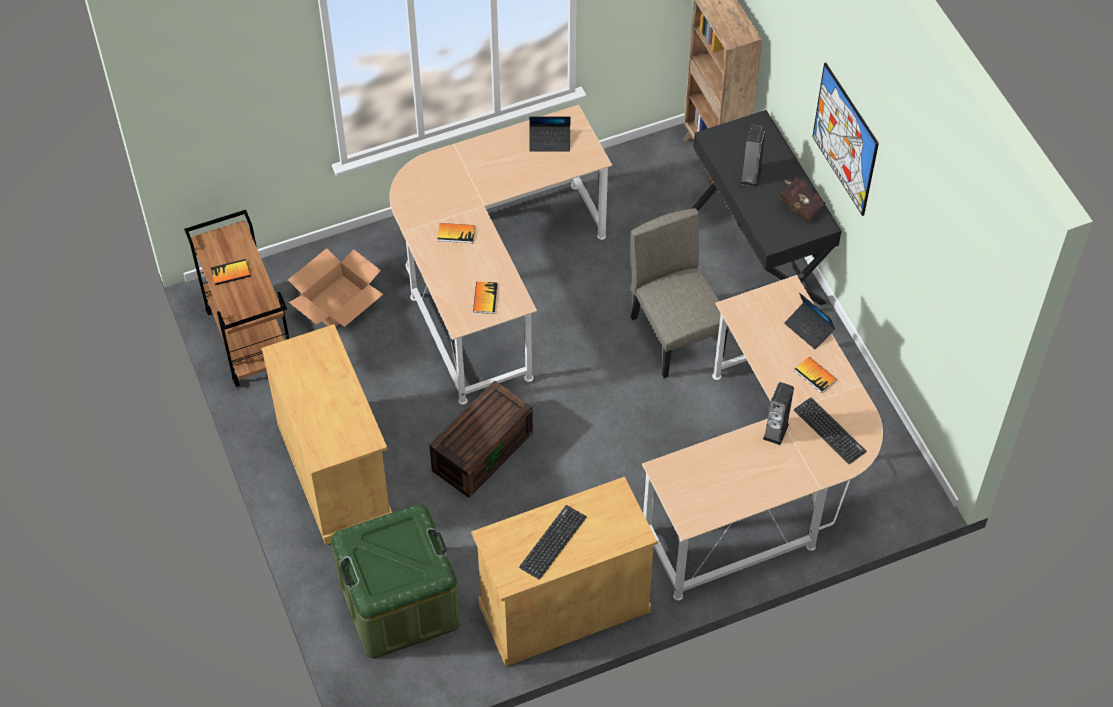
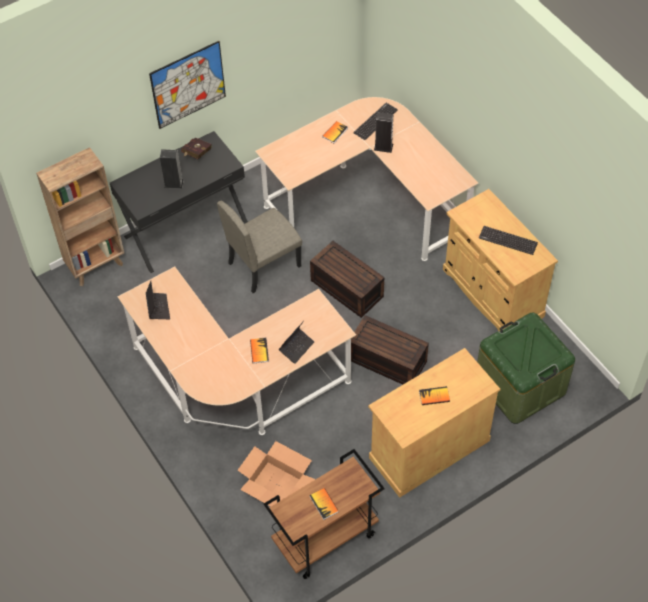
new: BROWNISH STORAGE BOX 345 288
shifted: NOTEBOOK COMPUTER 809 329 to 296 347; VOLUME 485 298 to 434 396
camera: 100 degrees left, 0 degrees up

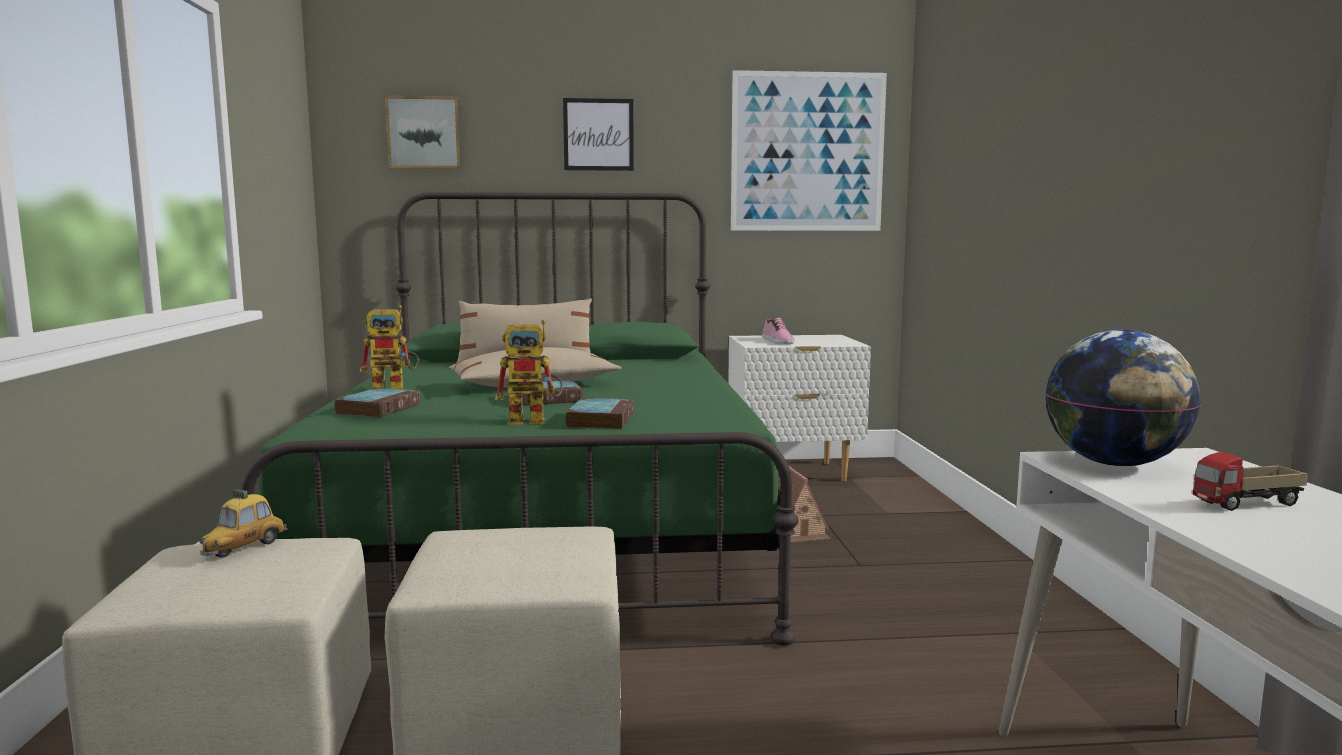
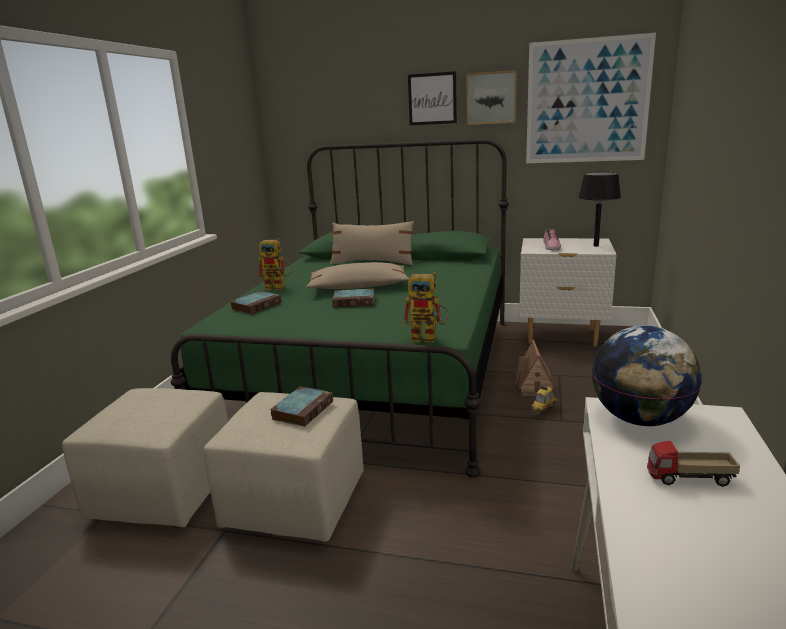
new: BLACKISH TABLETOP LAMP 596 246
shifted: VOLUME 600 420 to 303 409; ROBOT FIGURE 535 420 to 429 338; PICTURE 424 133 to 491 98; MODEL CAR 244 548 to 543 409
camera: 20 degrees right, 10 degrees up

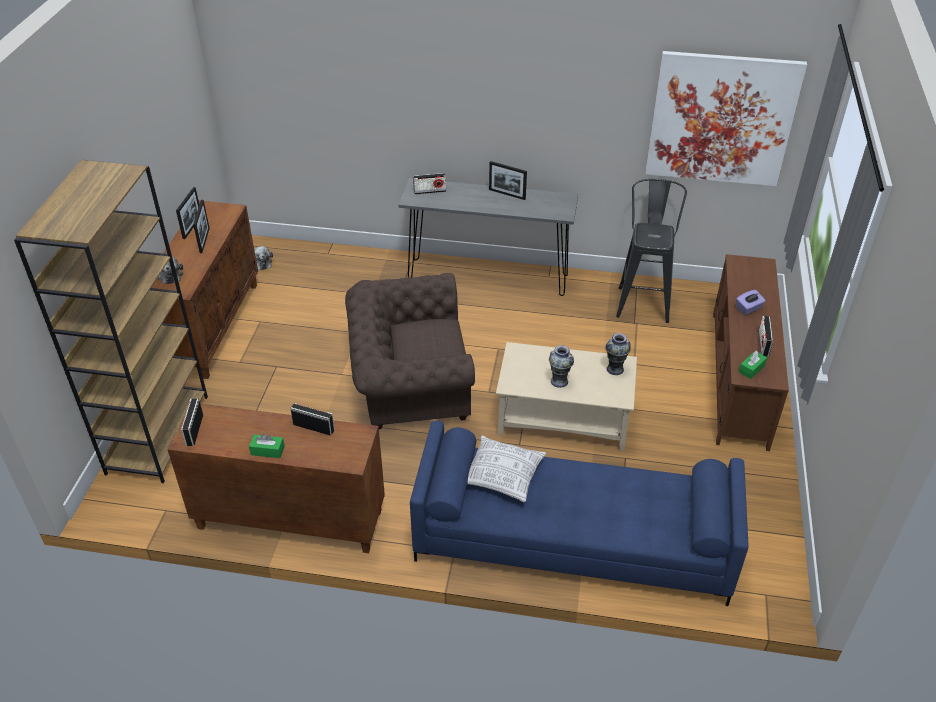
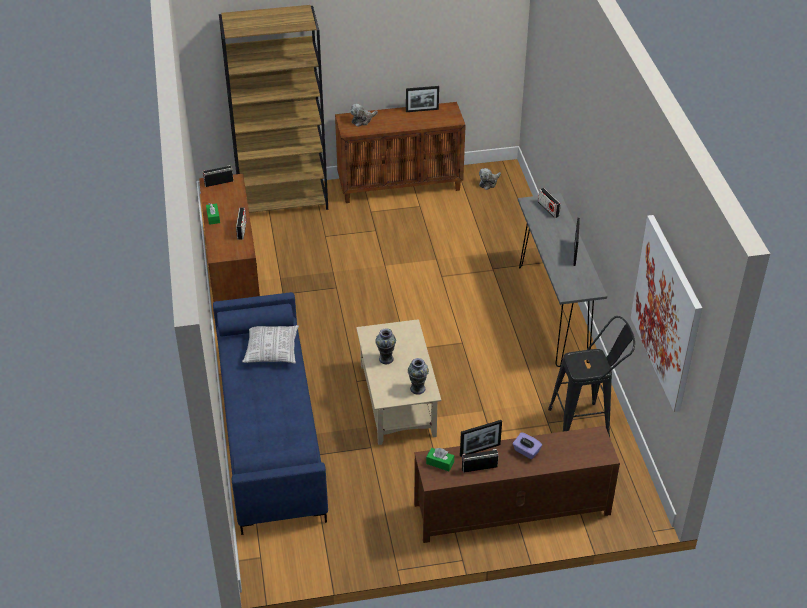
gone: BROWNISH ARMCHAIR 410 387
shifted: STANDING FRAME 204 240 to 480 450
camera: 70 degrees right, 0 degrees up

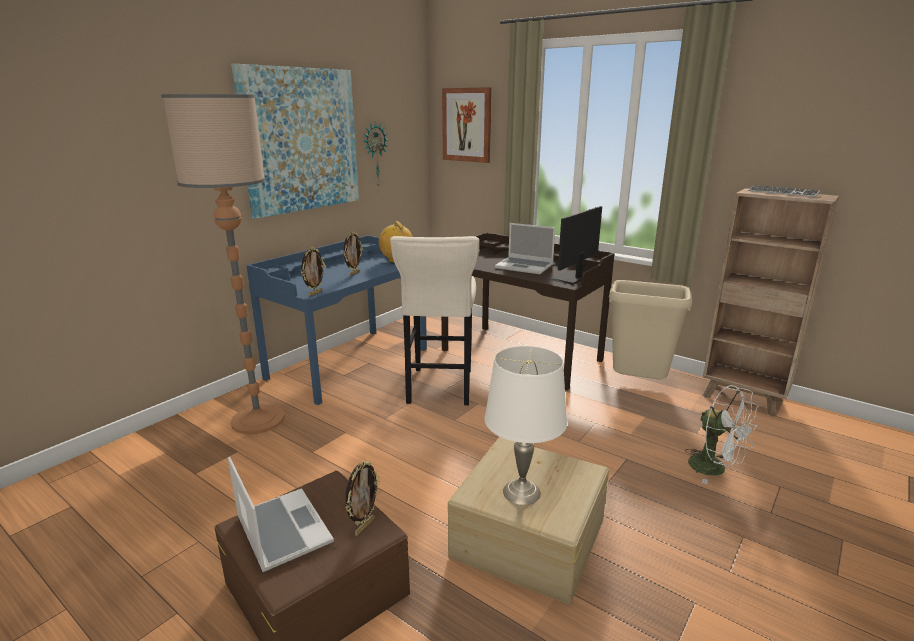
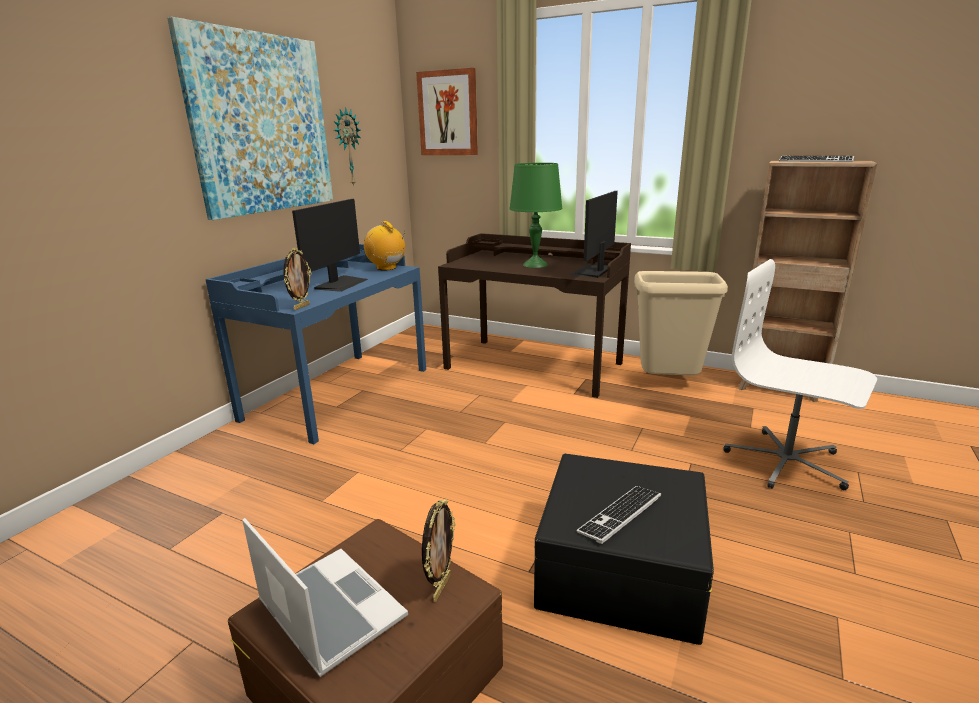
gone: FLOOR LAMP 257 420; SAND-COLOURED STOOL SEAT 439 389
swapped: STANDING FRAME 354 273 to COMPUTER SCREEN 341 283; NOTEBOOK COMPUTER 525 266 to GREENISH TABLETOP LAMP 535 265; WHITE TABLETOP LAMP 521 492 to KEYBOARD 620 515; WHITE FAN 715 469 to WHITE DESK CHAIR 786 462
repainted: SAND-COLOURED STORAGE BOX 527 538 to BLACKISH STORAGE BOX 620 569
camera: 10 degrees left, 0 degrees up

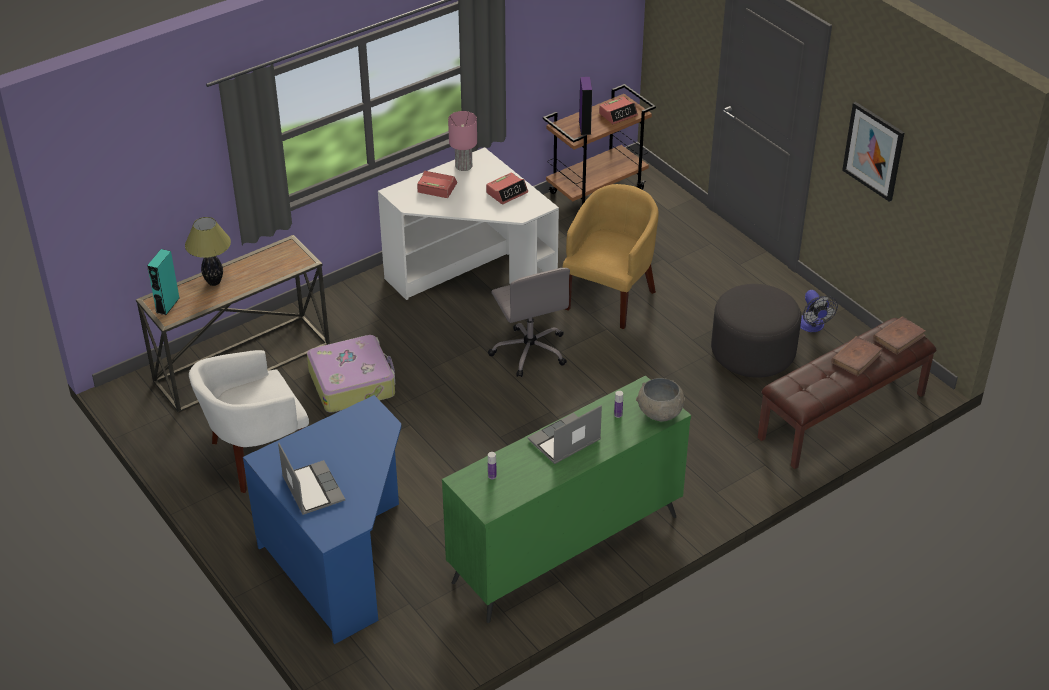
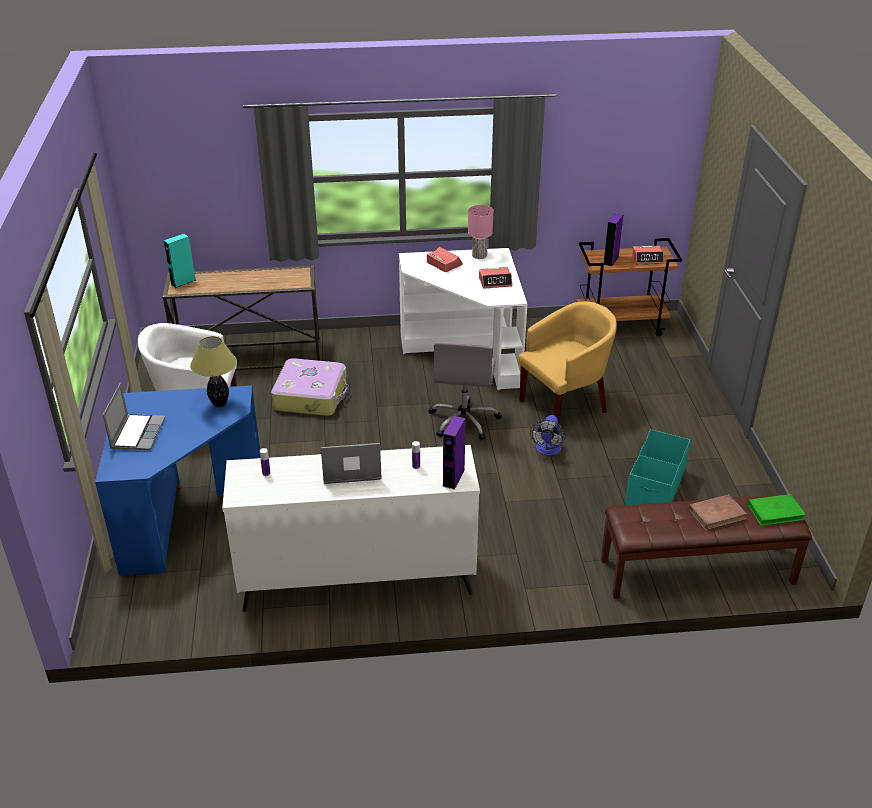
gone: PICTURE 874 151
shifted: TABLETOP LAMP 214 282 to 220 404; FAN 812 326 to 547 450
swapped: GRAY SERVING BOWL 659 412 to PURPLE LOUDSPEAKER 453 478; GRAY OTTOMAN 753 352 to BLUE-GREEN STORAGE BOX 654 488
repainted: GREENISH DRAWER CHEST 564 548 to WHITE DRAWER CHEST 356 580; BROWNISH VOLUME 899 337 to GREENISH VOLUME 775 512
camera: 30 degrees right, 5 degrees down

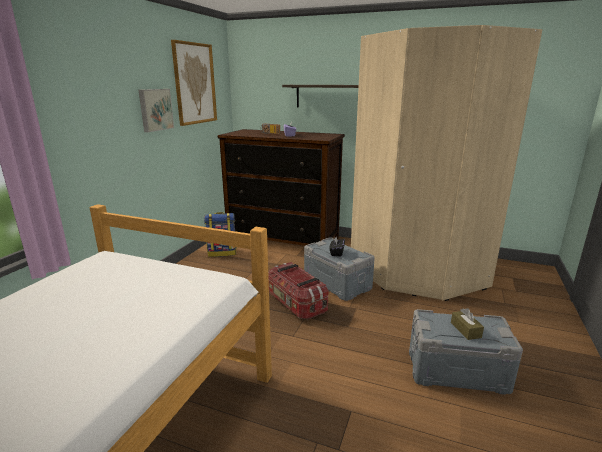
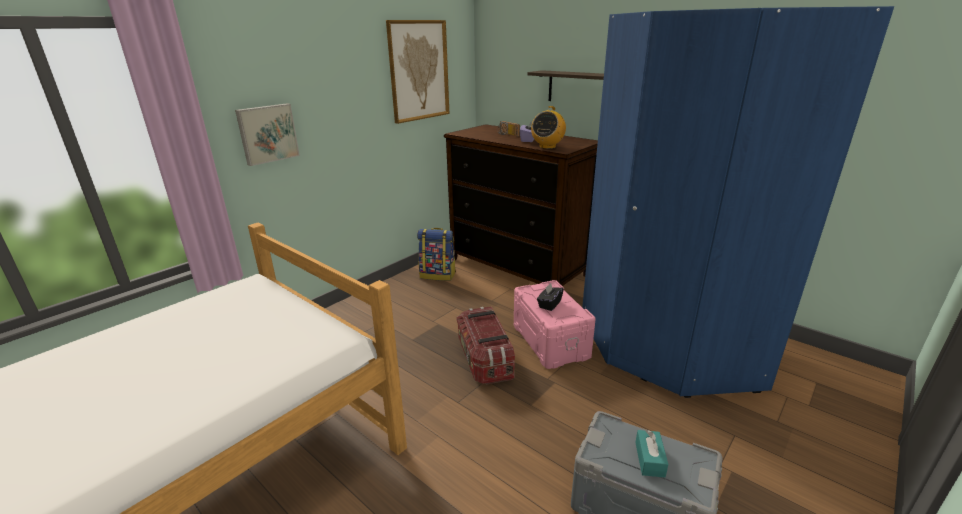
new: RADIO RECEIVER 547 147
shifted: PICTURE 155 109 to 267 133
repainted: GRAY STORAGE BOX 336 283 to PINKISH STORAGE BOX 549 341; SAND-COLOURED ARMOIRE 417 274 to BLUISH ARMOIRE 667 348; BROWNISH BOX OF TISSUES 465 330 to BLUE-GREEN BOX OF TISSUES 649 459
camera: 20 degrees right, 5 degrees up

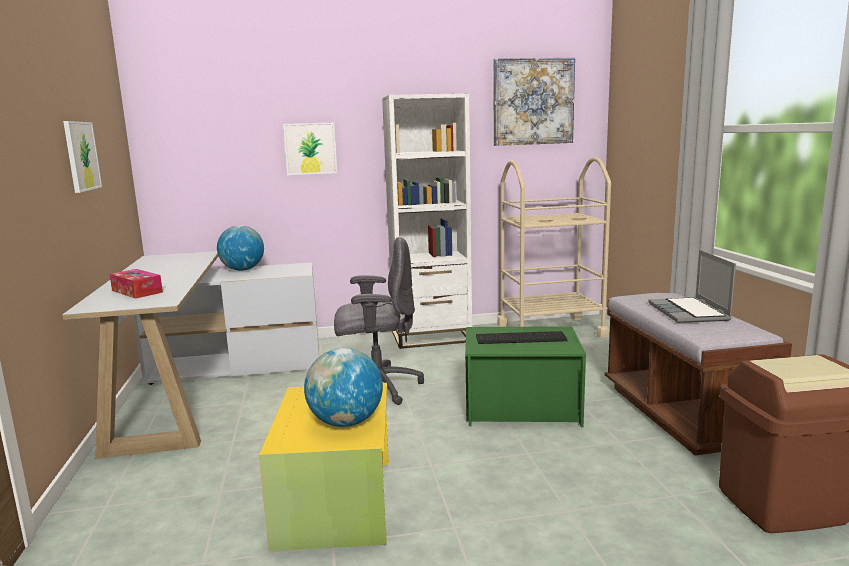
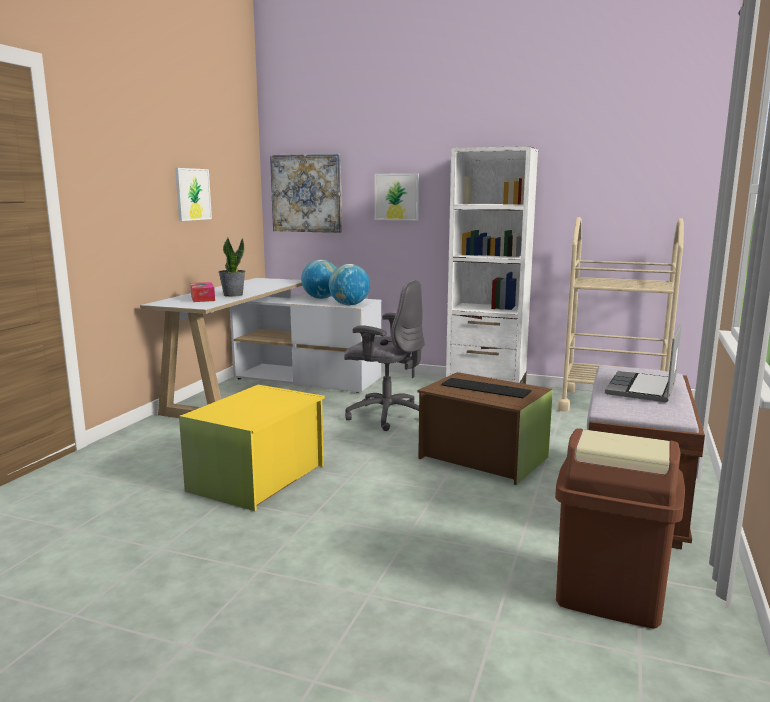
new: POTTED PLANT 233 295
shifted: PICTURE 533 102 to 306 193; WORLD GLOBE 345 422 to 349 305
repainted: GREENISH STORAGE BOX 521 407 to BROWNISH STORAGE BOX 483 457
camera: 30 degrees right, 0 degrees up

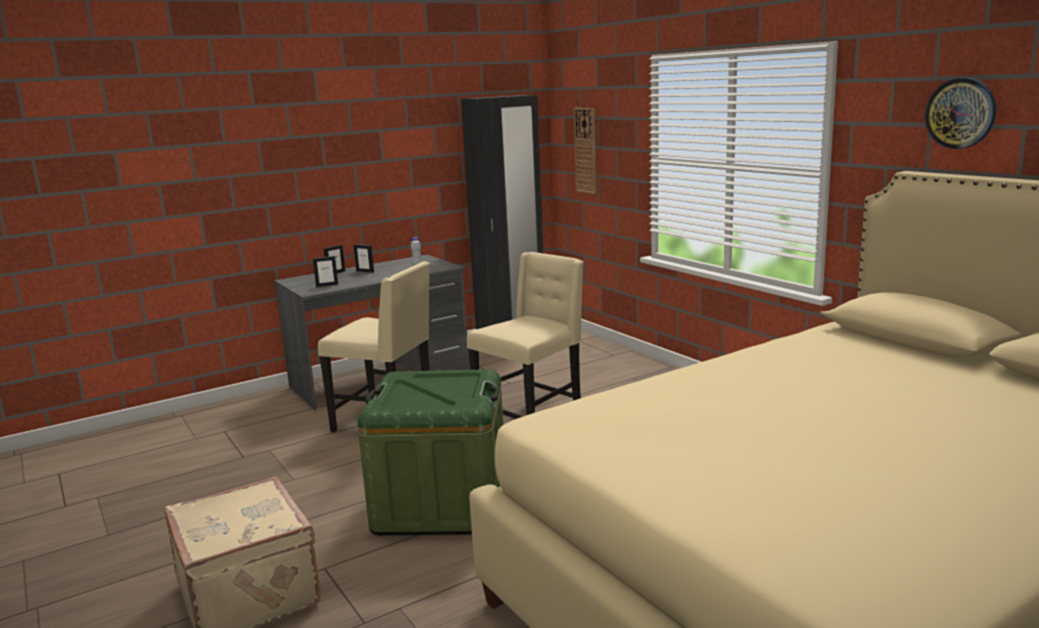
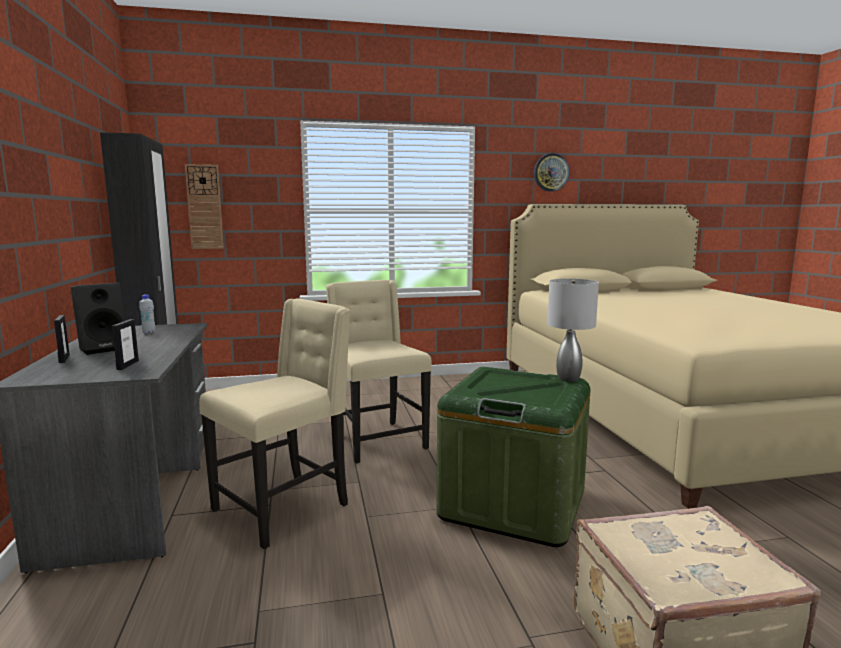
new: GRAY TABLETOP LAMP 568 378
swapped: STANDING FRAME 365 271 to BLACKISH LOUDSPEAKER 104 348
camera: 70 degrees left, 5 degrees down

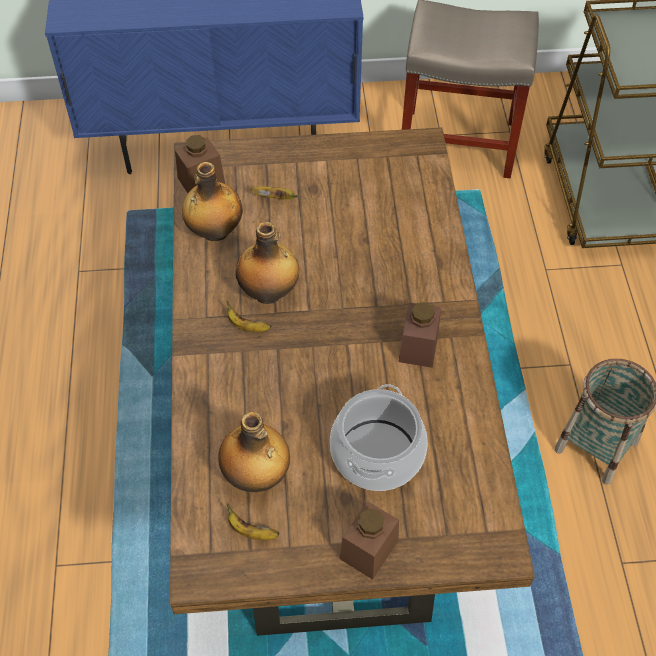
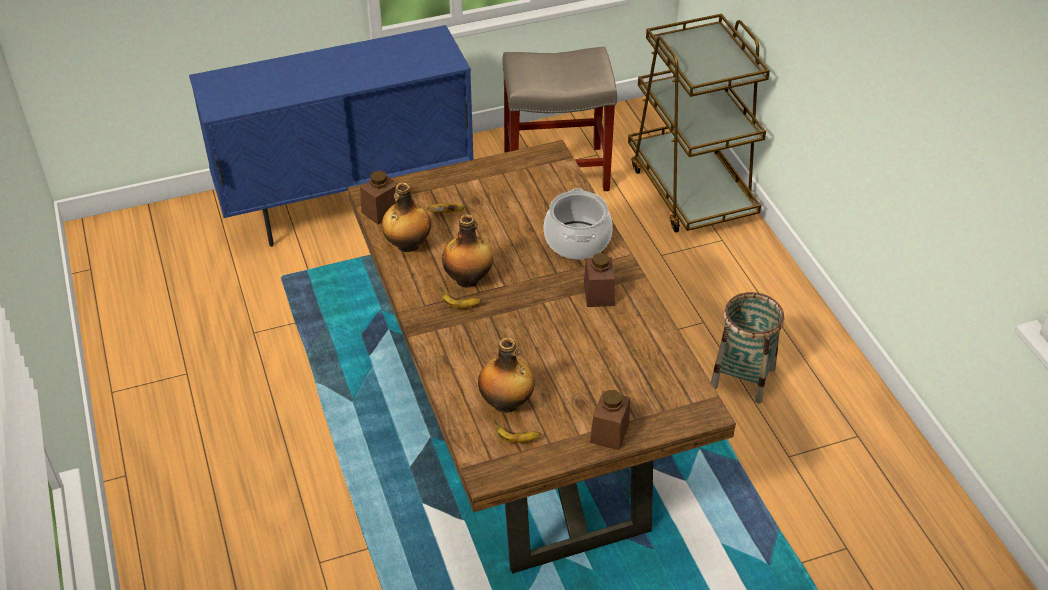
shifted: SAUCEPOT 378 455 to 578 241
camera: 15 degrees left, 10 degrees down

